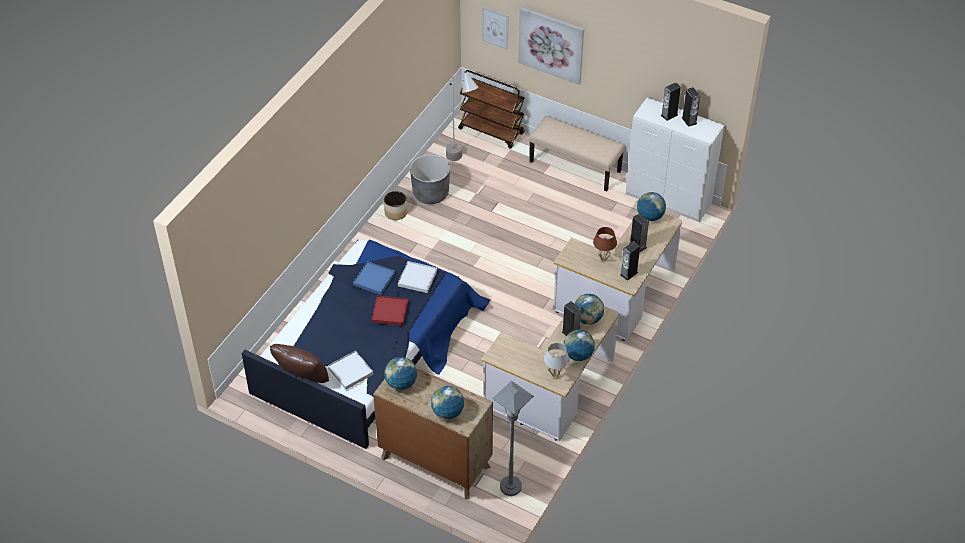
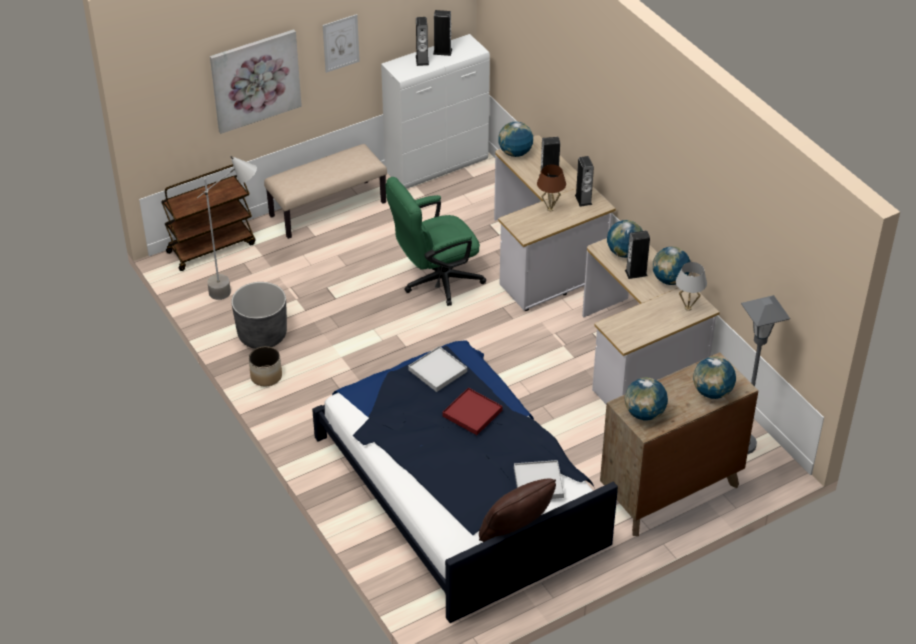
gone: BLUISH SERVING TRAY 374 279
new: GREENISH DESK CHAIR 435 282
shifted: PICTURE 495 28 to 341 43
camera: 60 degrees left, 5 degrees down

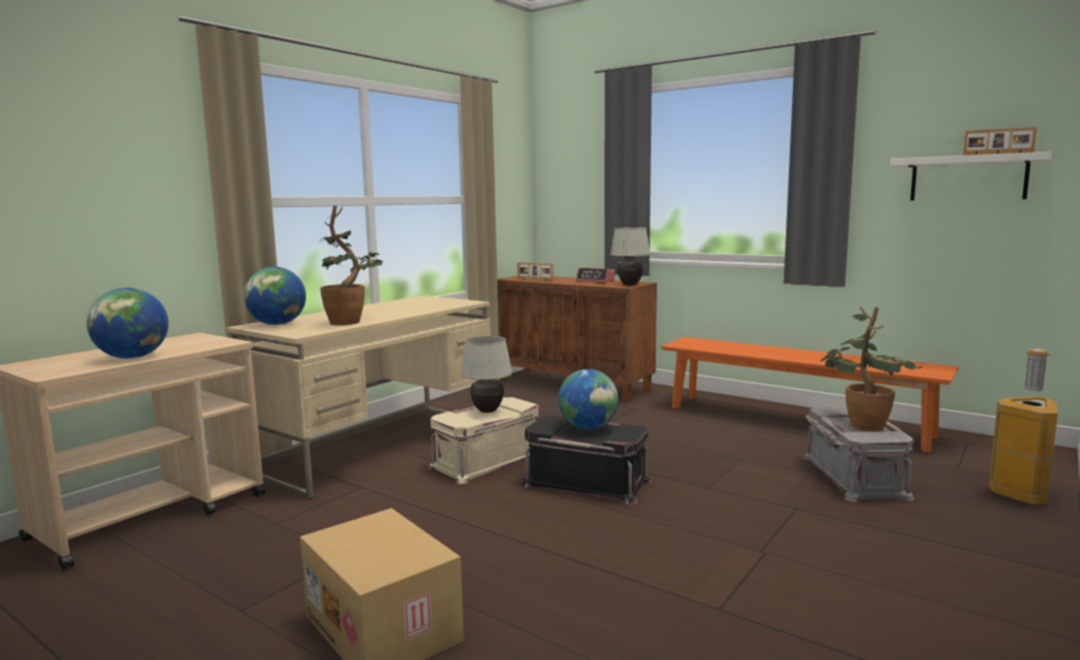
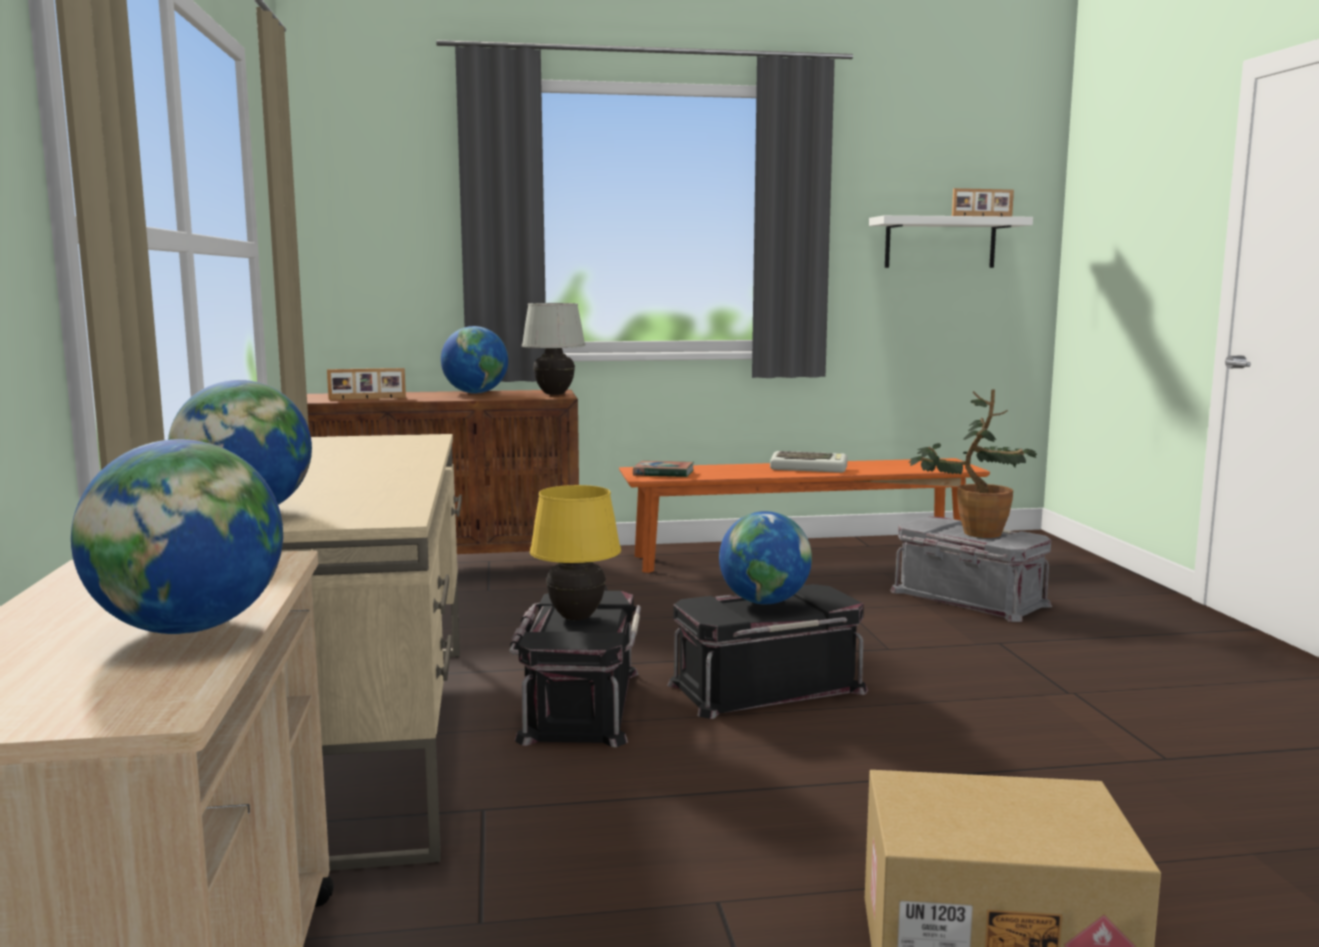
gone: POTTED PLANT 351 321; WASTE BIN 1022 494
new: VOLUME 663 473; KEYBOARD 809 468
swapped: BEDSIDE CLOCK 595 281 to WORLD GLOBE 475 393
repainted: SAND-COLOURED STORAGE BOX 486 461 to BLACKISH STORAGE BOX 578 704; WHITE TABLETOP LAMP 487 411 to YELLOW-COLOURED TABLETOP LAMP 576 617
camera: 45 degrees left, 0 degrees up

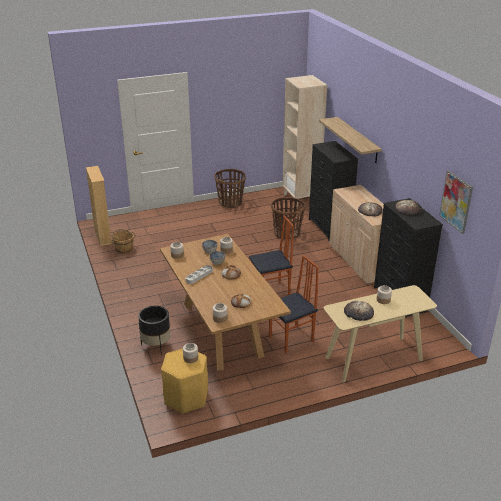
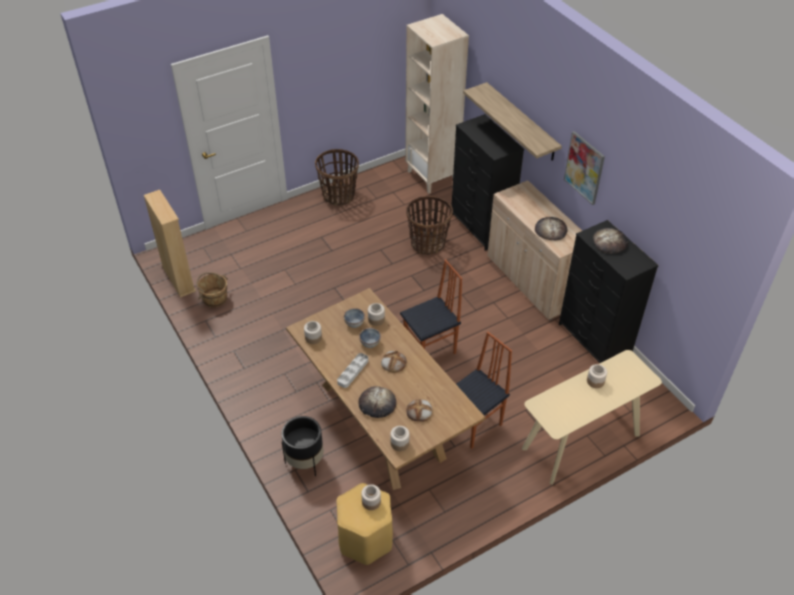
shifted: BAKED BREAD 358 313 to 377 404; PICTURE 456 201 to 584 167
camera: 10 degrees left, 15 degrees up

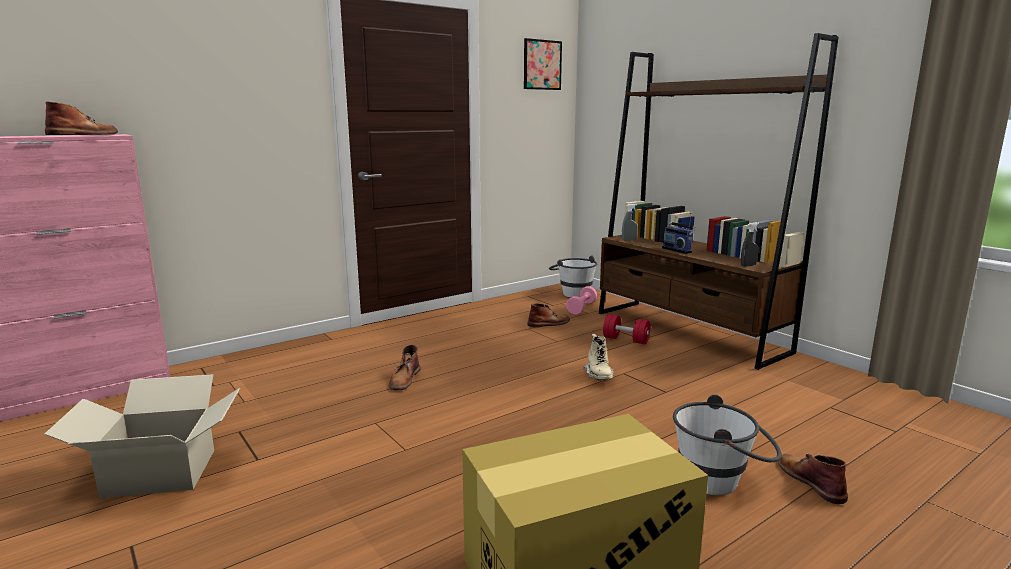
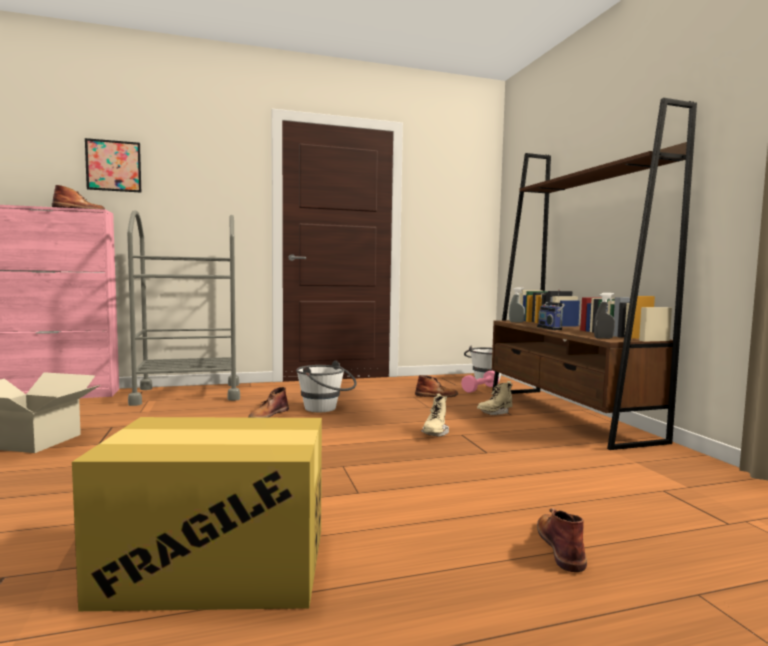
new: GRAY WHEELED CART 188 394
shifted: PICTURE 542 65 to 113 166; WHITE PAIL 722 481 to 326 409
swapped: REDDISH DUMBBELL 626 340 to SAND-COLOURED BOOT 494 413
camera: 20 degrees right, 10 degrees down

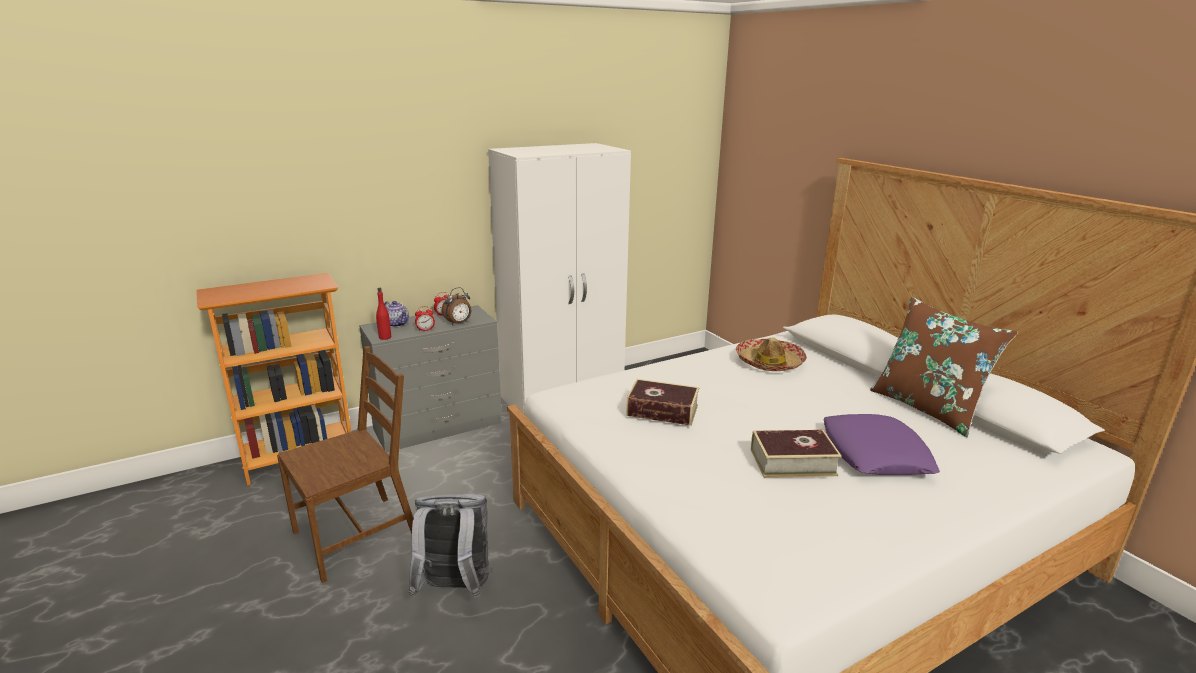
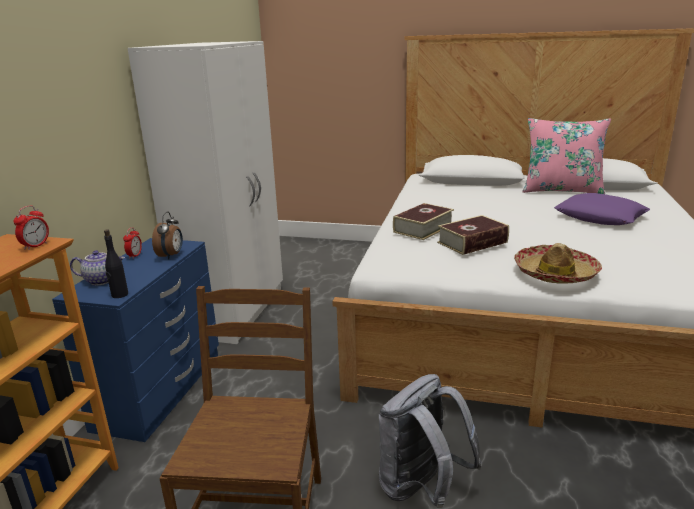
shifted: BEDSIDE CLOCK 425 330 to 36 246; VOLUME 792 462 to 423 228; CLOTHING HAT 769 363 to 555 273
repainted: GRAY DRAWER CHEST 439 426 to BLUISH DRAWER CHEST 161 389; REDDISH BOTTLE 385 337 to BLACKISH BOTTLE 119 295; BROWNISH THROW PILLOW 927 408 to PINKISH THROW PILLOW 561 190
camera: 45 degrees left, 0 degrees up

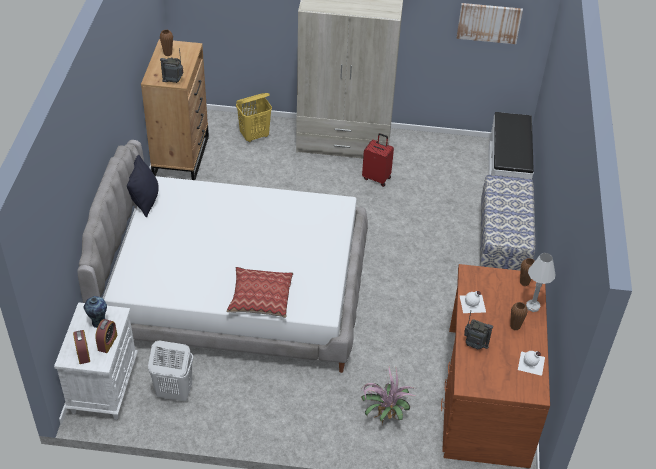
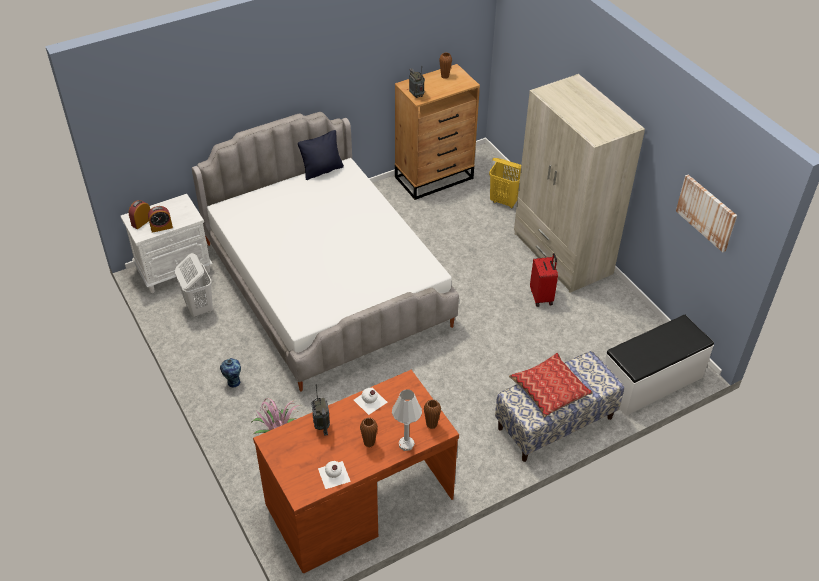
shifted: VASE 98 323 to 233 382; THROW PILLOW 260 297 to 549 390
camera: 55 degrees right, 0 degrees up

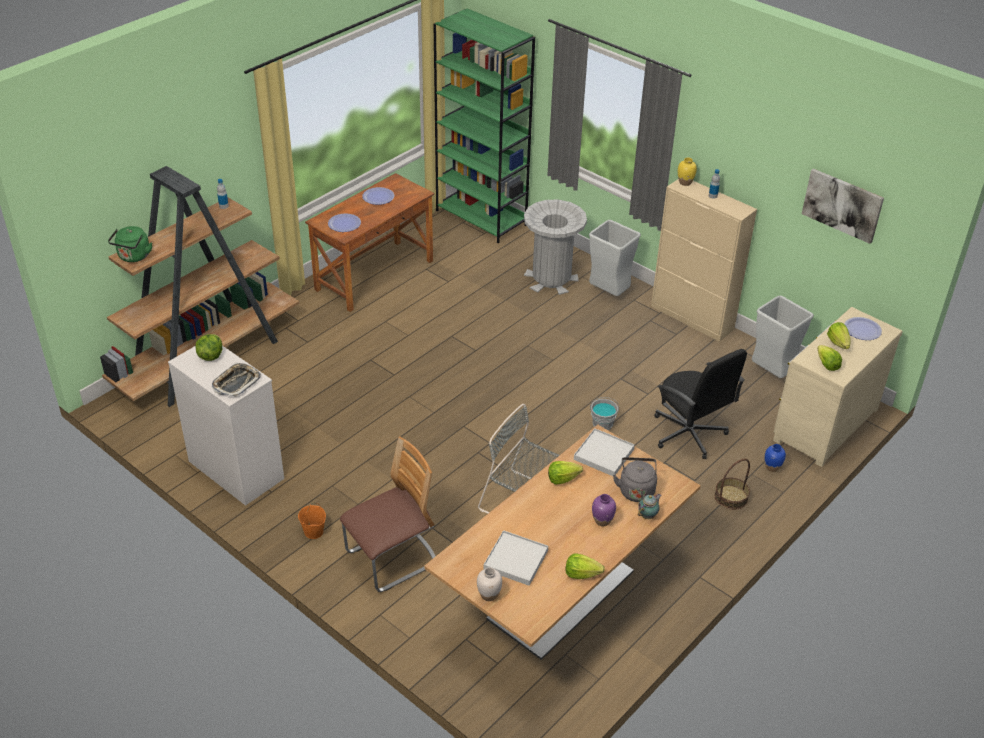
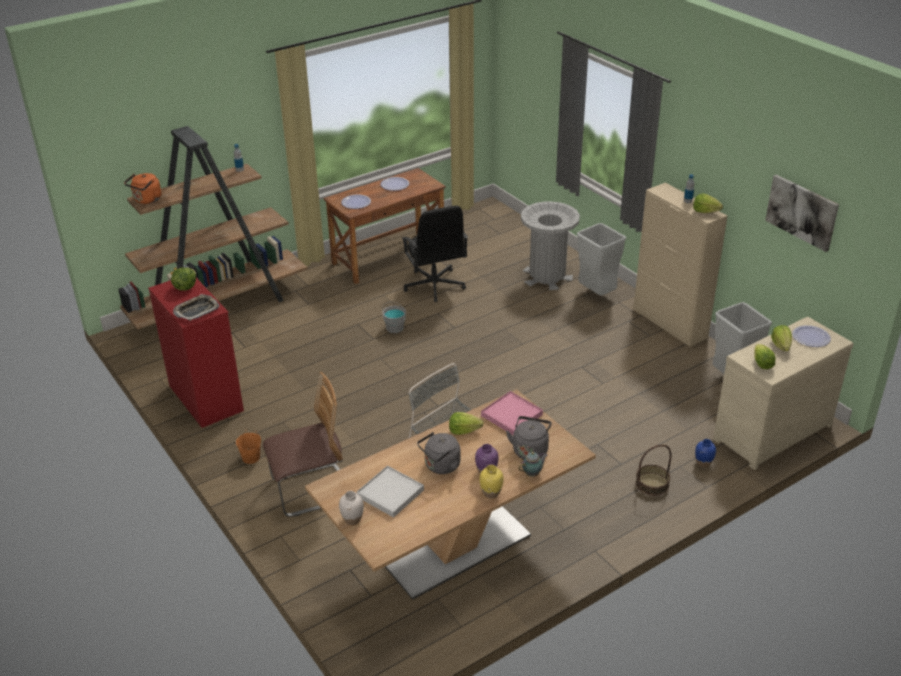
gone: GREENISH BOOKSHELF 481 218
new: GRAY WATER KETTLE 440 466
shifted: GRAY PAIL 602 424 to 394 328; BLACKISH DESK CHAIR 689 434 to 434 285; YELLOW-COLOURED VASE 685 182 to 491 493; LETTUCE 581 574 to 705 211
repainted: GREENISH WATER KETTLE 133 257 to ORANGE-COLOURED WATER KETTLE 146 200; WHITE DRAWER CHEST 235 469 to REDDISH DRAWER CHEST 205 397; WHITE SERVING TRAY 604 454 to PINKISH SERVING TRAY 512 415
camera: 15 degrees right, 5 degrees down

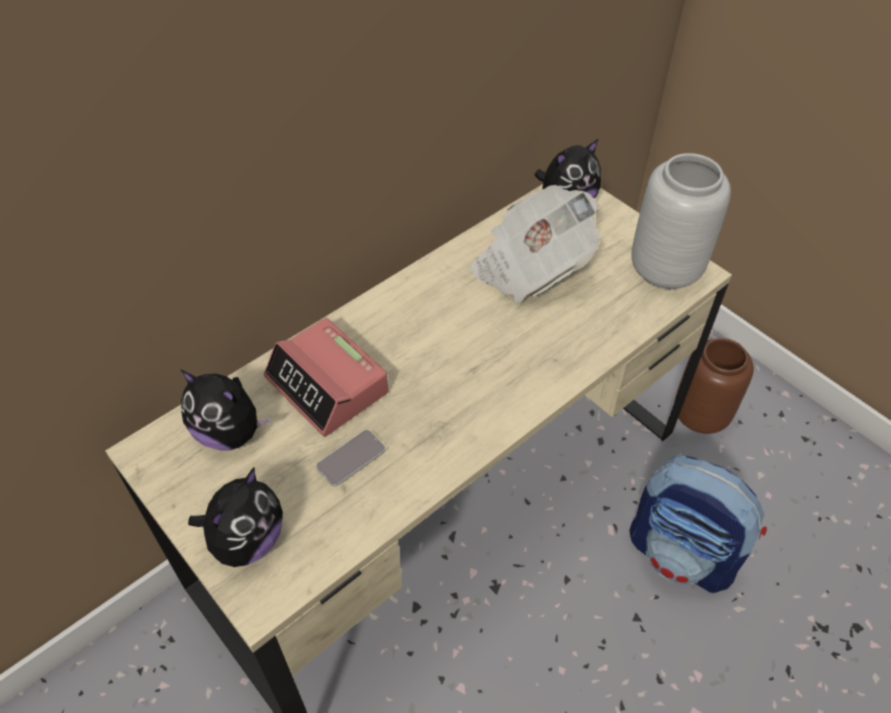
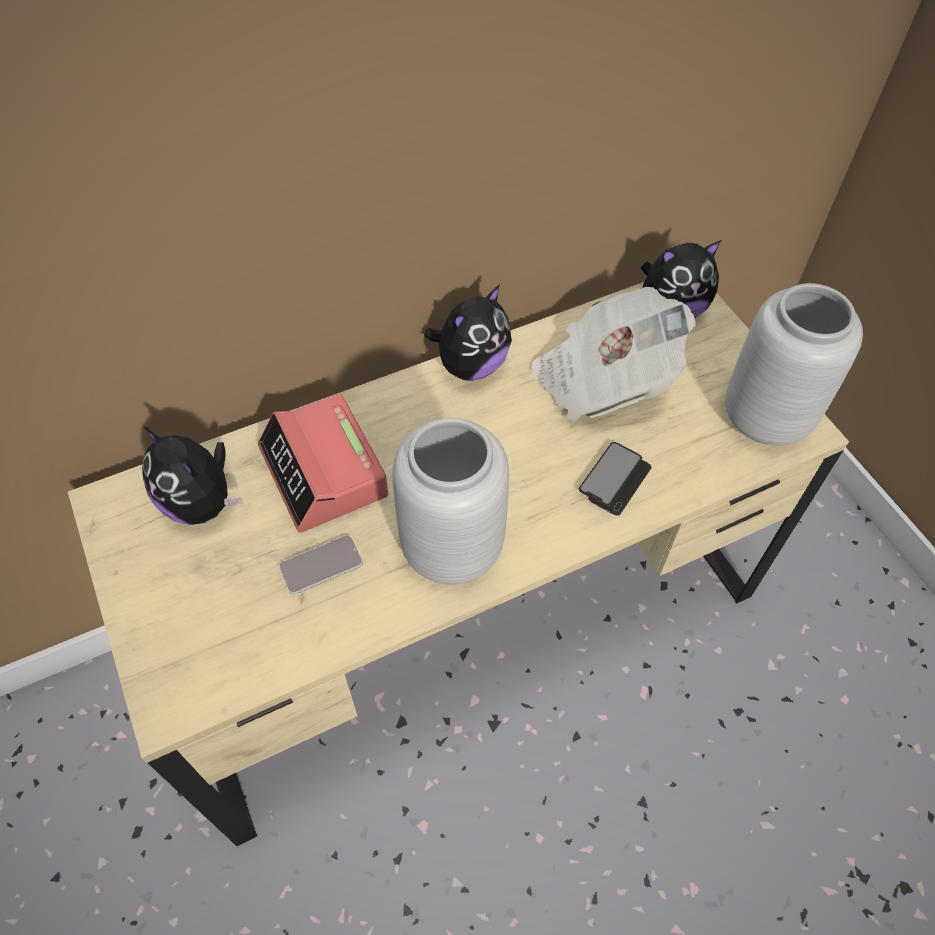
gone: BACKPACK 682 553; BROWNISH VASE 701 415
new: GRAY VASE 450 547; TELEPHONE 615 479
shifted: PLUSH TOY 247 540 to 471 365
camera: 15 degrees right, 5 degrees up

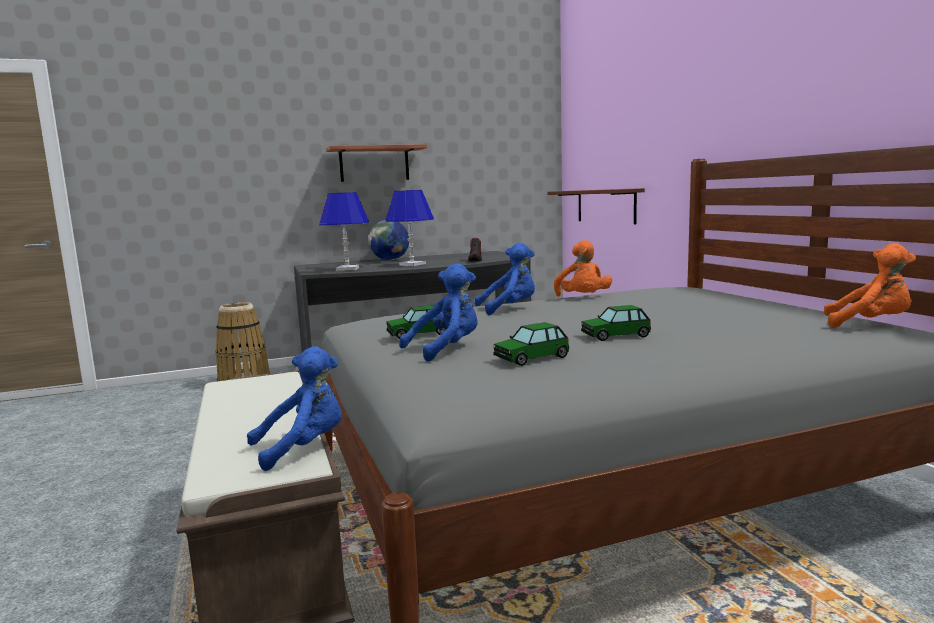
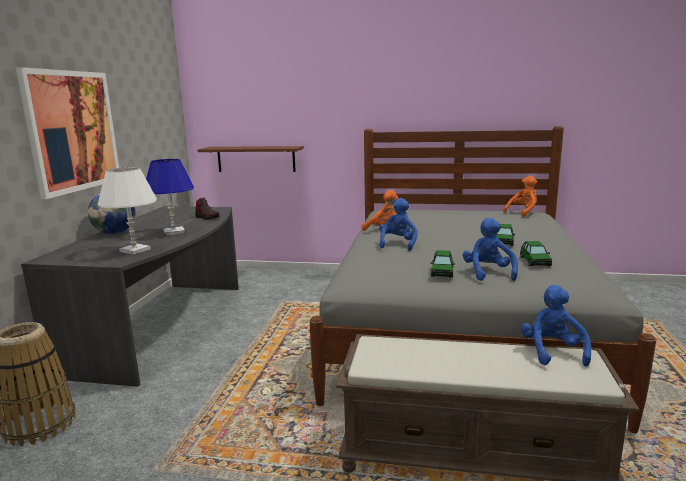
swapped: WALL SHELF 374 164 to PICTURE 73 131
repainted: BLUISH TABLETOP LAMP 347 269 to WHITE TABLETOP LAMP 135 250
camera: 60 degrees left, 5 degrees up

